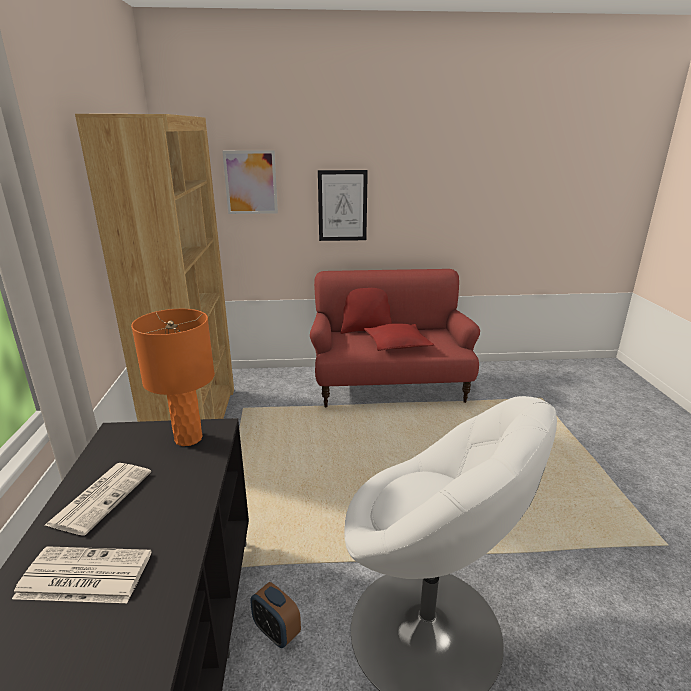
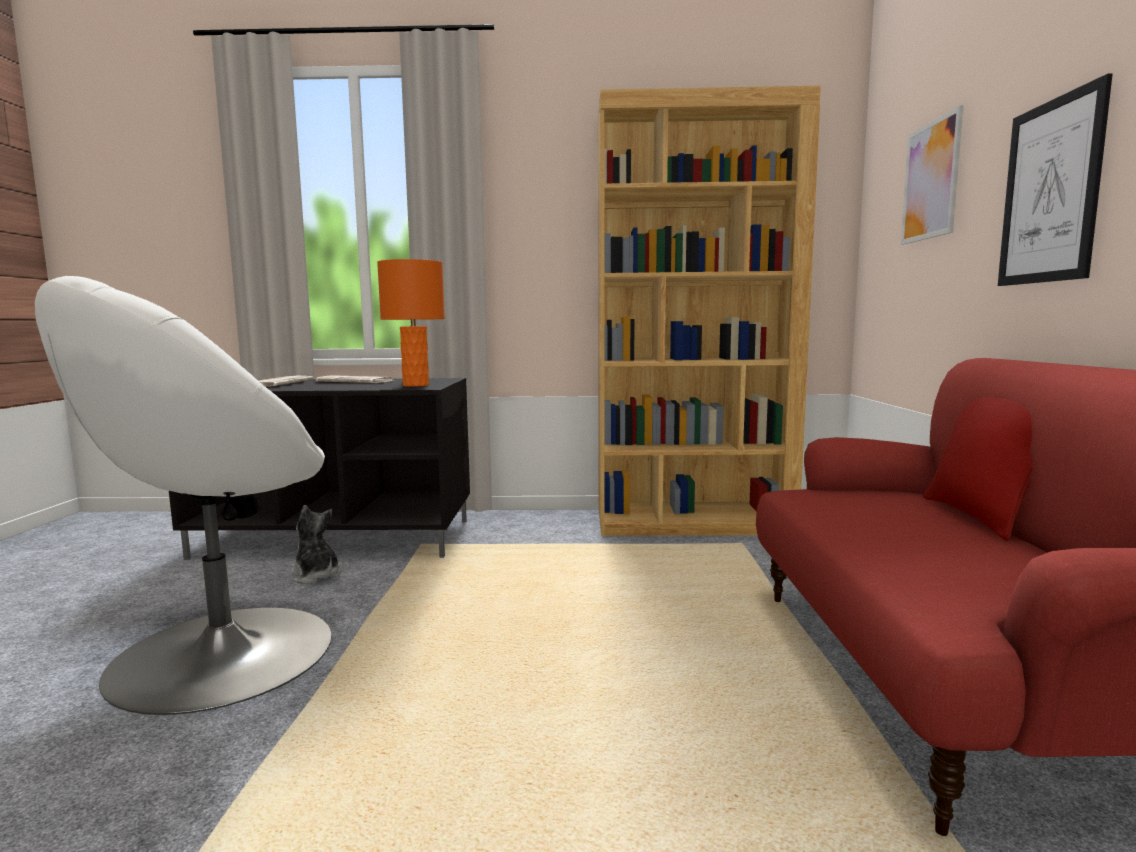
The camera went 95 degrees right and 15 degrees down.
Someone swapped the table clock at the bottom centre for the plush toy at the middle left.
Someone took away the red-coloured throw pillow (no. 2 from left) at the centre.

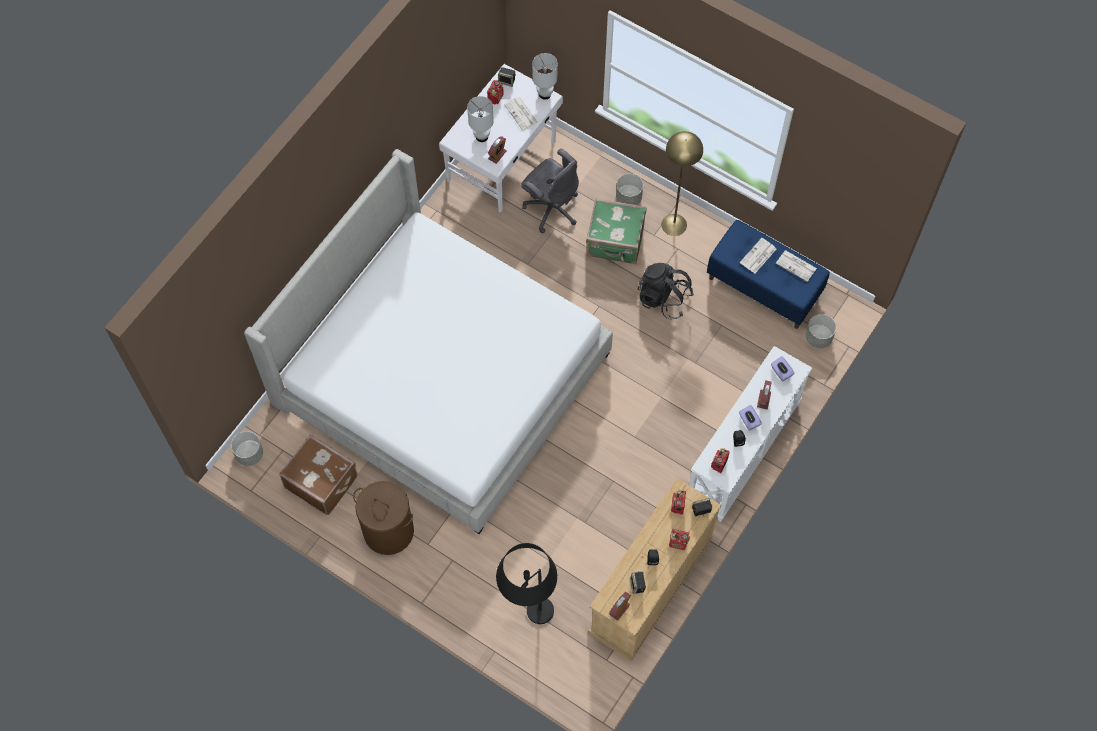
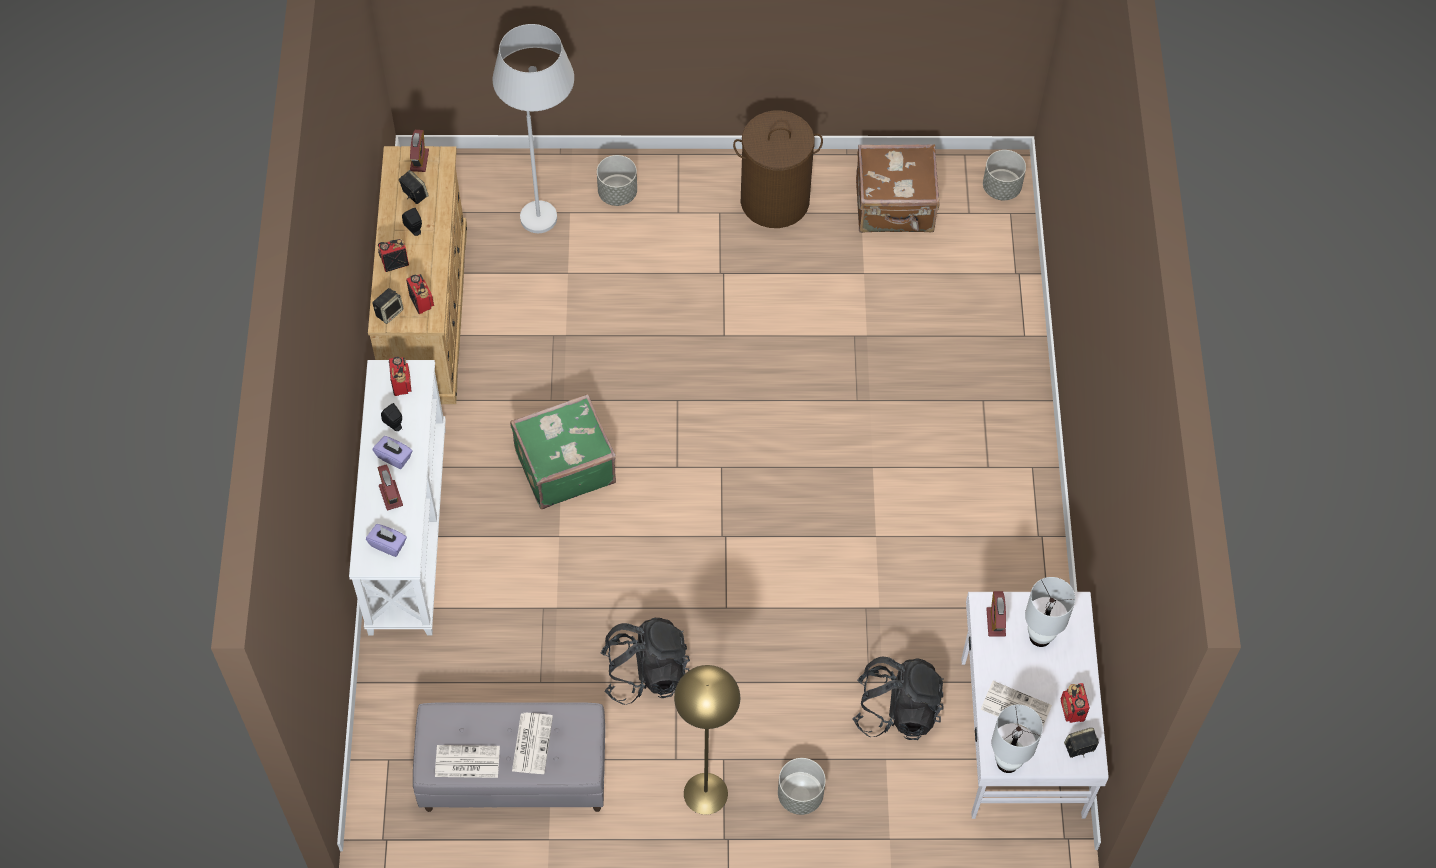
The camera went 145 degrees right and 5 degrees down.
Someone repainted the blue long seat at the middle right, which became the greyish long seat at the bottom centre.
Someone repainted the black-coloured standing lamp at the bottom centre, which became the white-coloured standing lamp at the top centre.
Someone carried the green piece of luggage from the top centre to the centre.
Someone carried the greyish flower pot (no. 3 from left in the first image) from the middle right to the top centre.
Someone swapped the greyish desk chair at the top centre for the black-coloured backpack (no. 2 from left) at the bottom centre.
Someone took away the bed at the centre.

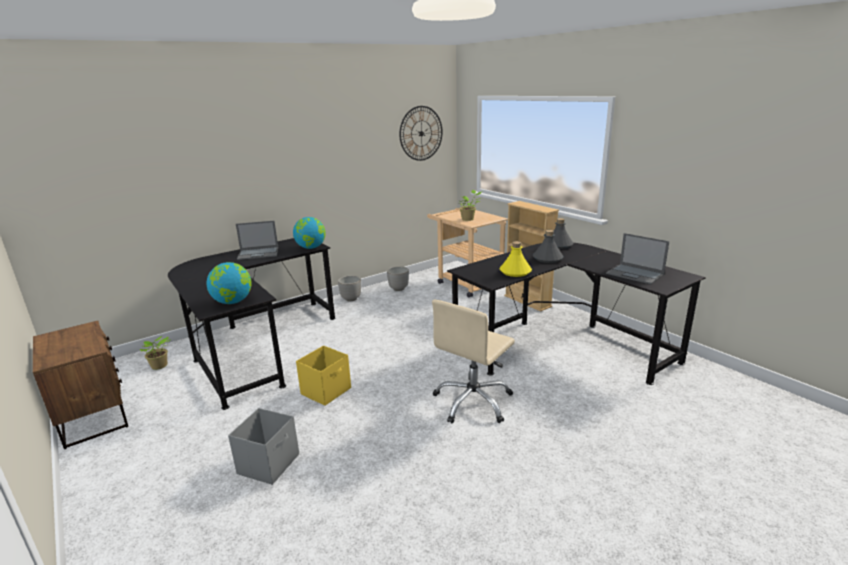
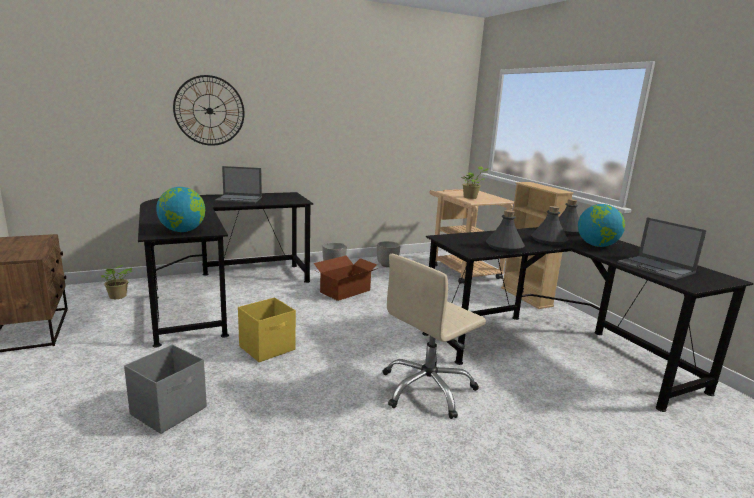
The camera went 10 degrees right and 5 degrees down.
Someone carried the wall clock from the top centre to the top left.
Someone put down the cardboard box at the centre.
Someone repainted the yellow beverage bottle at the centre, which became the greyish beverage bottle (no. 1 from left) at the middle right.
Someone carried the desk globe (no. 2 from left) from the centre to the middle right.

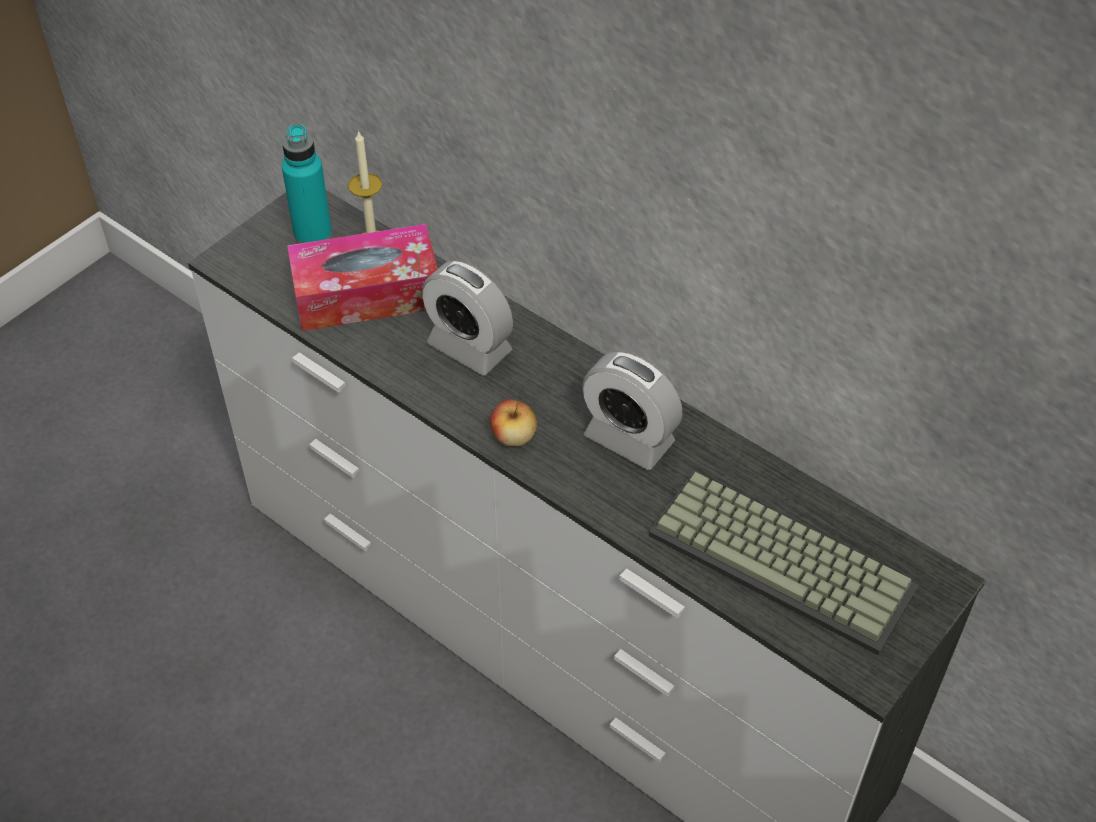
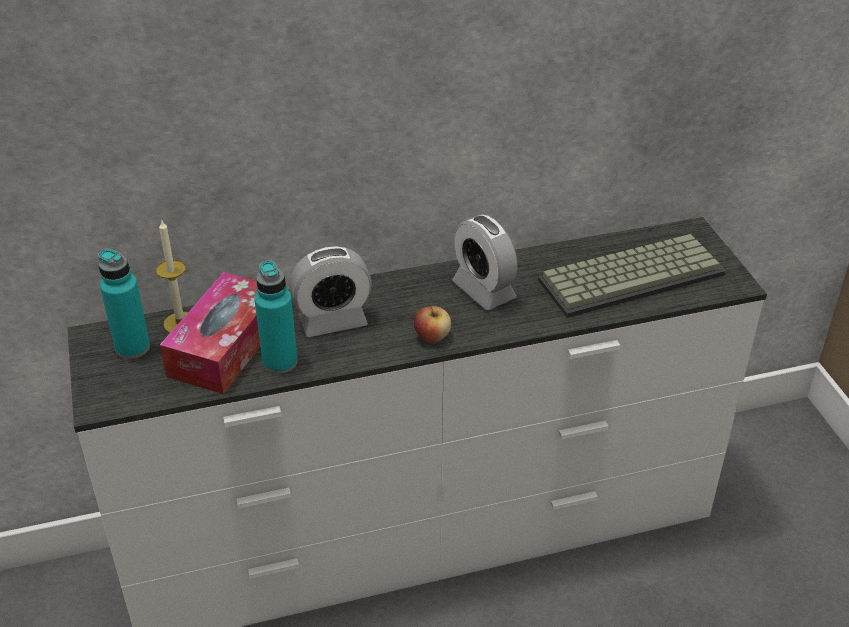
The camera went 55 degrees left and 10 degrees down.
Someone put down the turquoise-coloured beverage bottle (no. 2 from left) at the middle left.
Someone rotated the table clock (no. 2 from left) at the centre by 75 degrees clockwise.

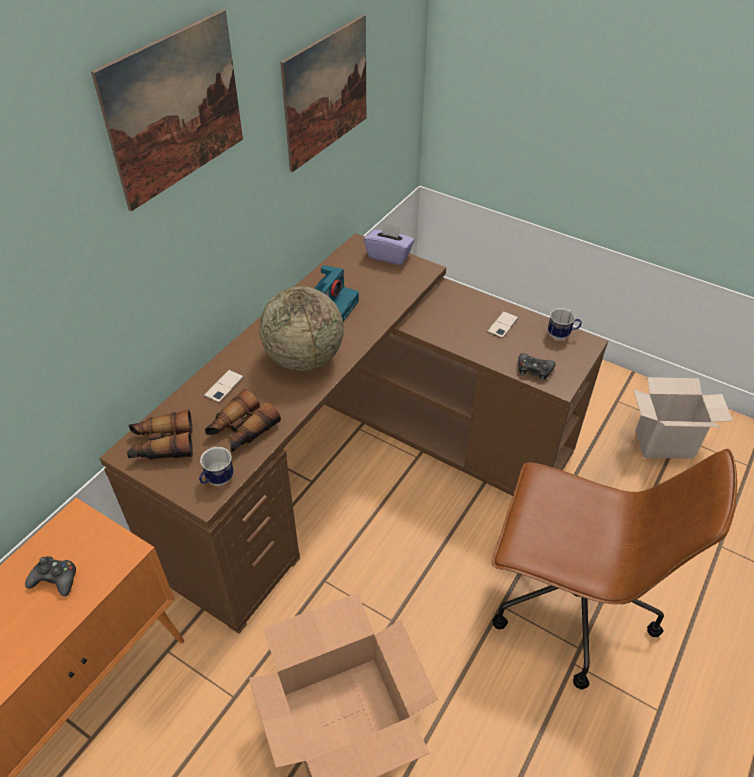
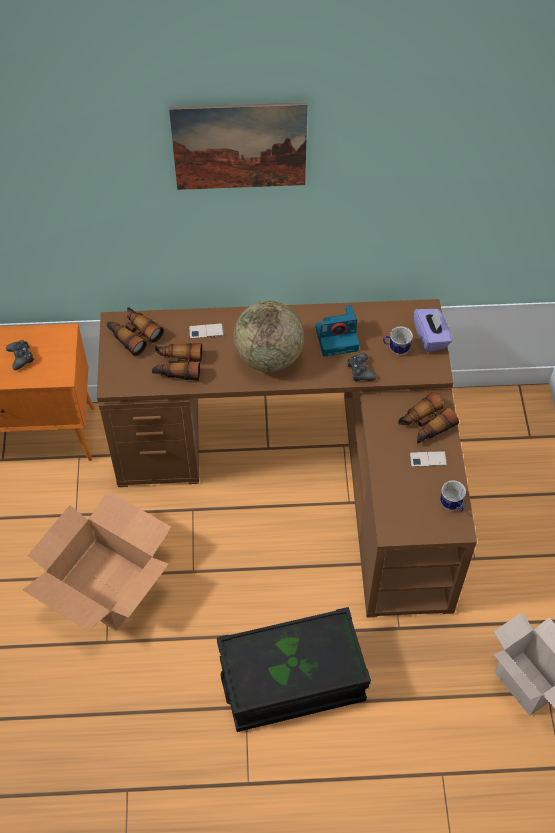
The camera went 55 degrees right and 10 degrees up.
Someone swapped the brown desk chair at the bottom right for the black-coloured storage container at the bottom centre.
Someone carried the black-coloured joypad (no. 2 from left) from the middle right to the centre.
Someone carried the mug (no. 1 from left) from the middle left to the middle right.
Someone put down the field glasses (no. 3 from left) at the middle right.
Someone took away the wall art (no. 2 from left) at the top centre.

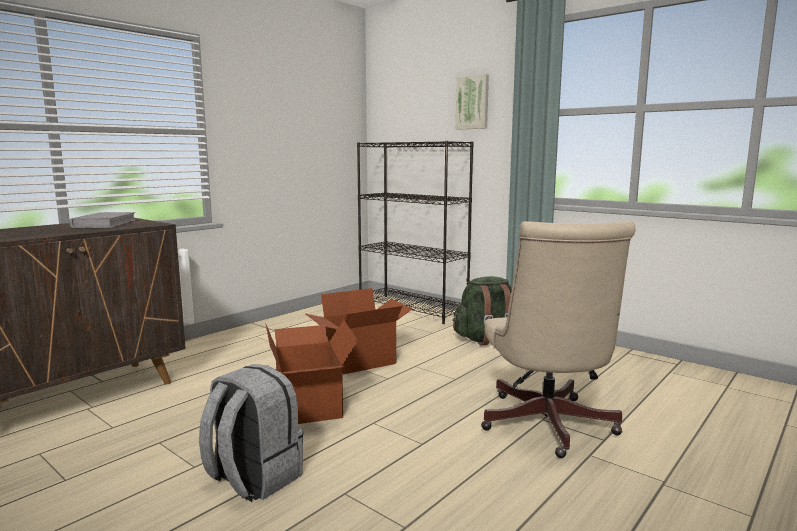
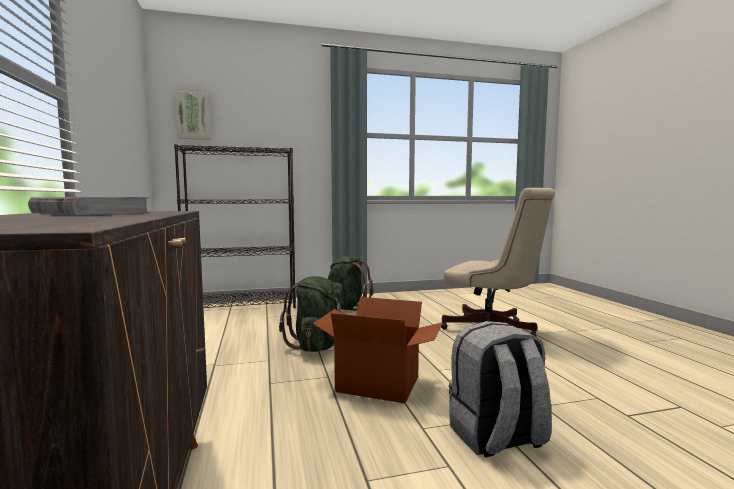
The camera went 55 degrees left and 5 degrees down.
Someone carried the wall art from the top centre to the top left.
Someone swapped the cardboard box (no. 2 from left) at the centre for the green backpack (no. 1 from left) at the centre.

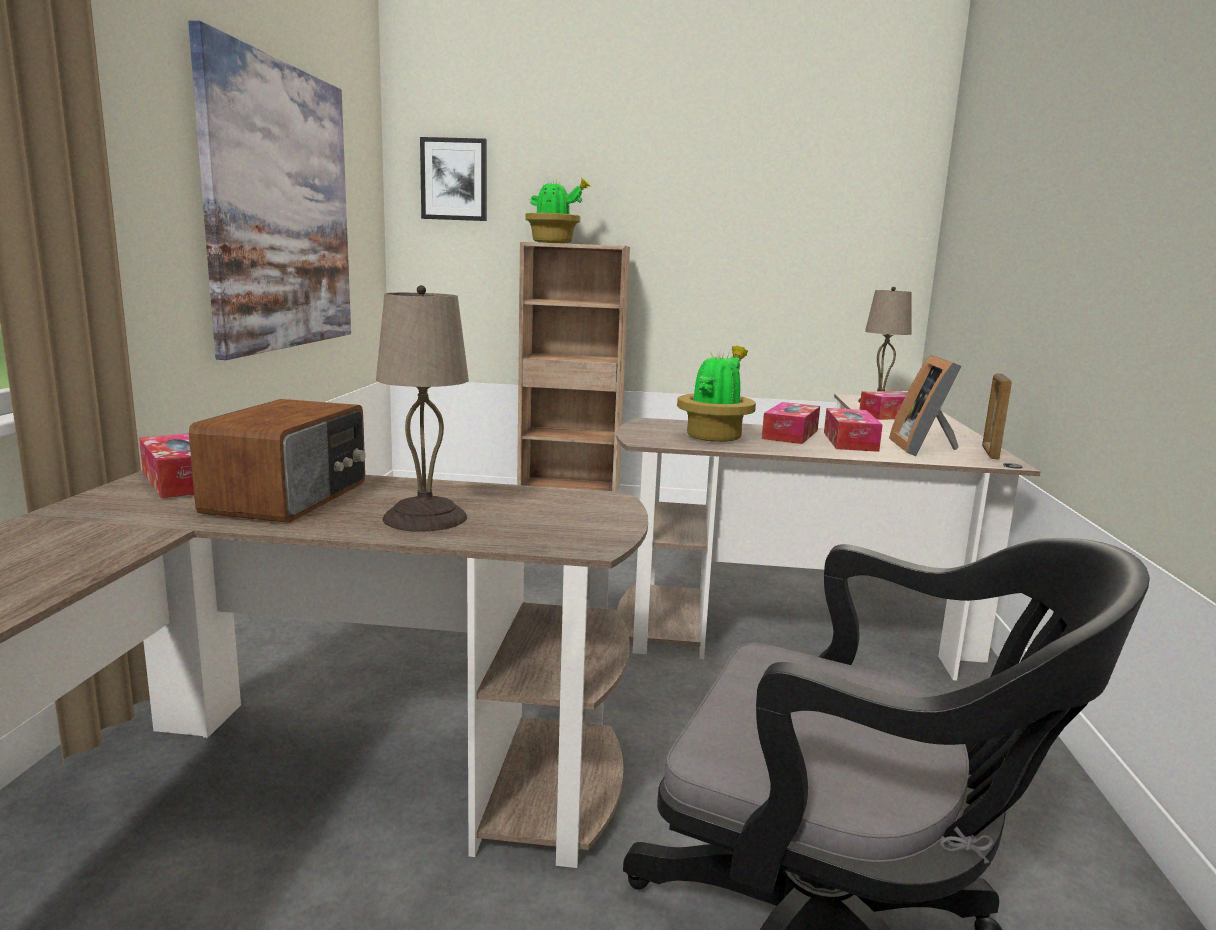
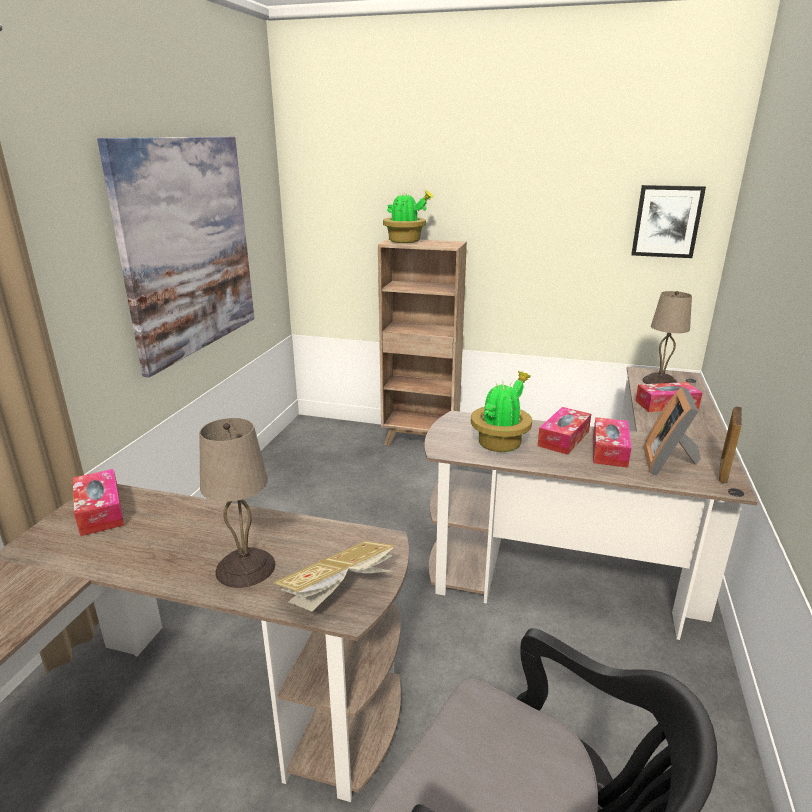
The camera went 10 degrees right and 10 degrees up.
Someone put down the volume at the bottom centre.
Someone carried the wall art (no. 2 from left) from the top centre to the top right.
Someone took away the radio at the middle left.

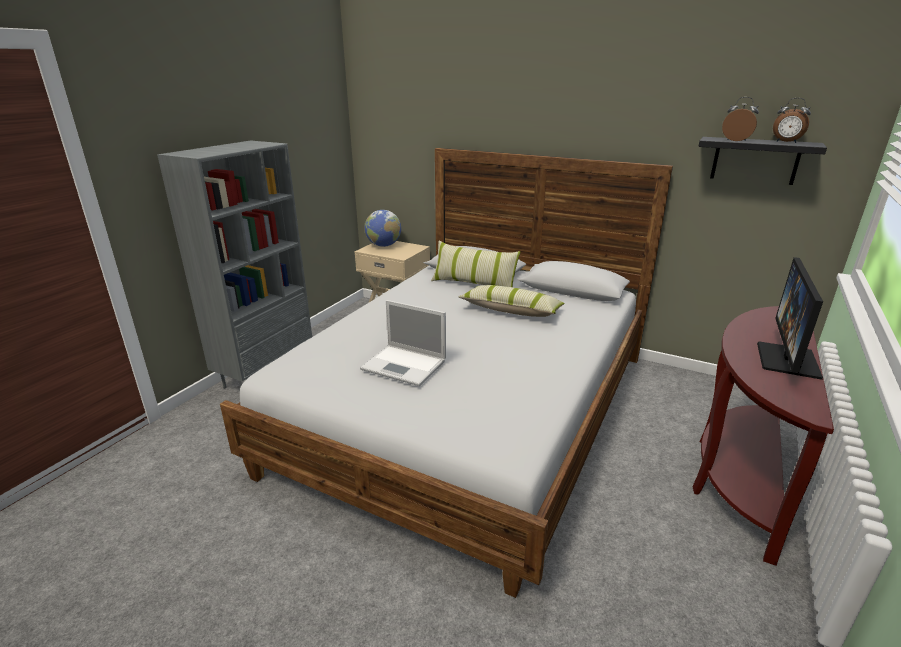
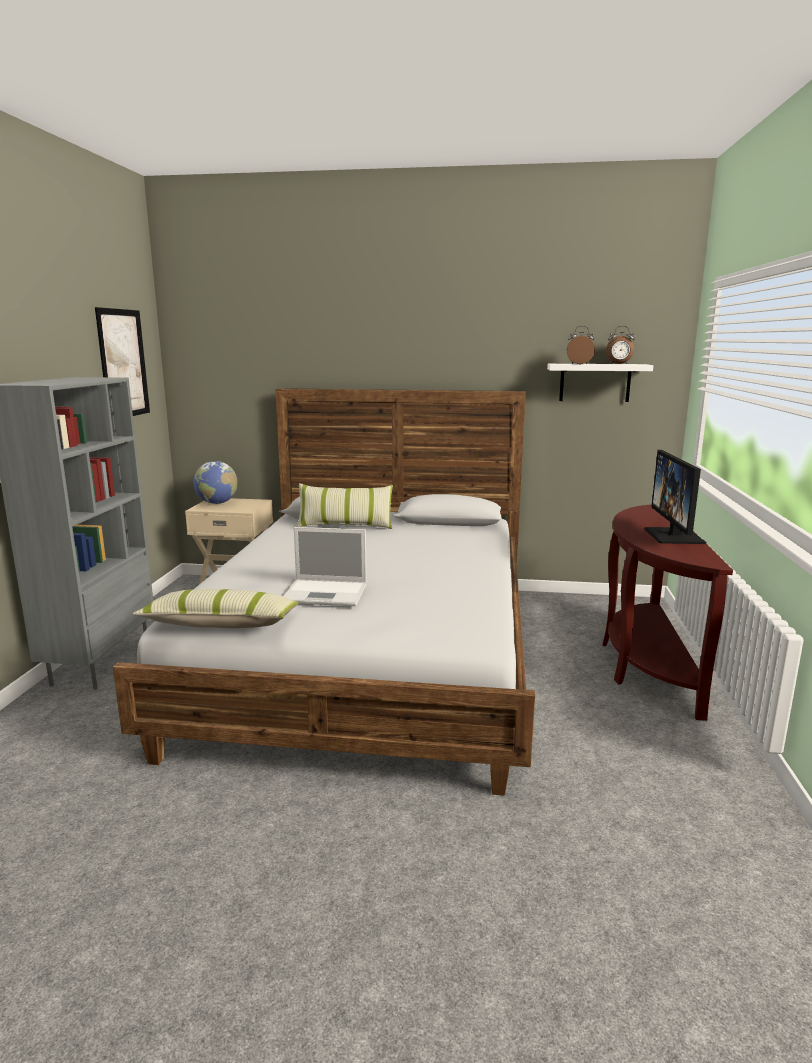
The camera went 20 degrees left and 10 degrees down.
Someone put up the wall art at the middle left.
Someone carried the throw pillow (no. 2 from left in the first image) from the centre to the middle left.
Someone repainted the black-coloured bracket shelf at the top right, which became the white-coloured bracket shelf at the middle right.

